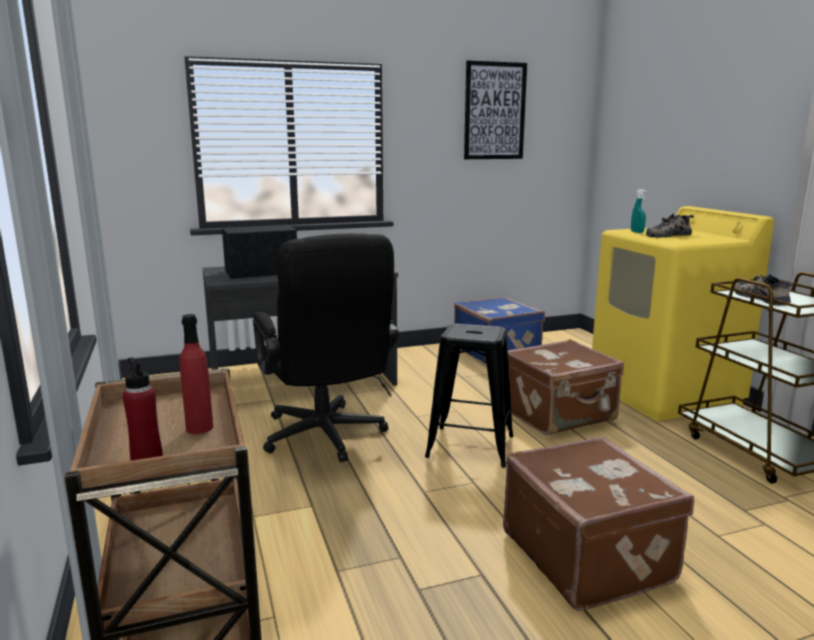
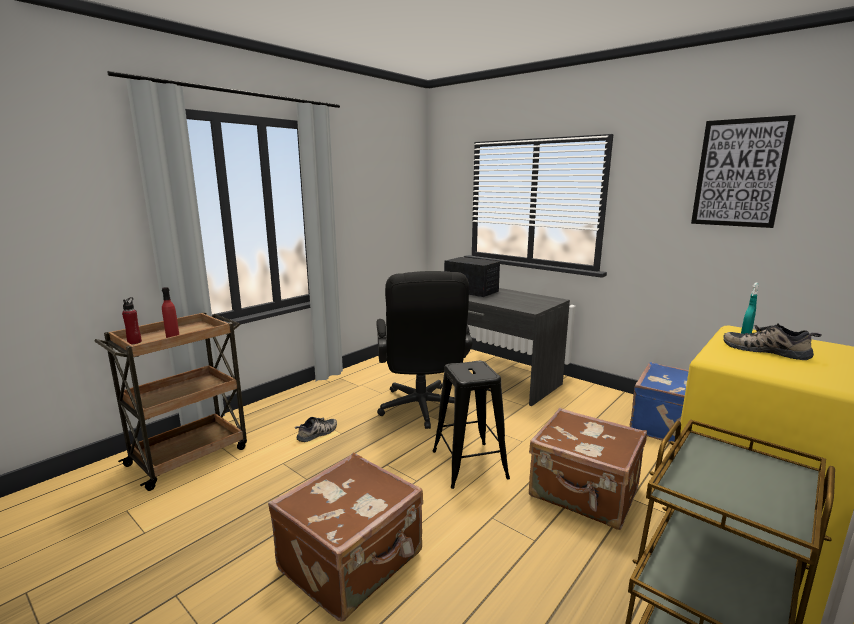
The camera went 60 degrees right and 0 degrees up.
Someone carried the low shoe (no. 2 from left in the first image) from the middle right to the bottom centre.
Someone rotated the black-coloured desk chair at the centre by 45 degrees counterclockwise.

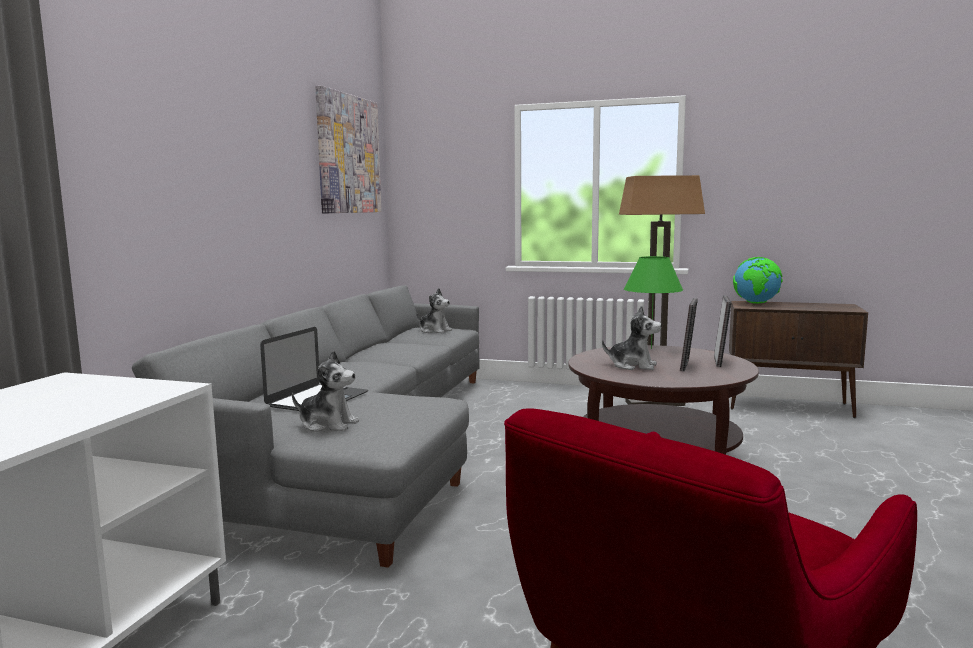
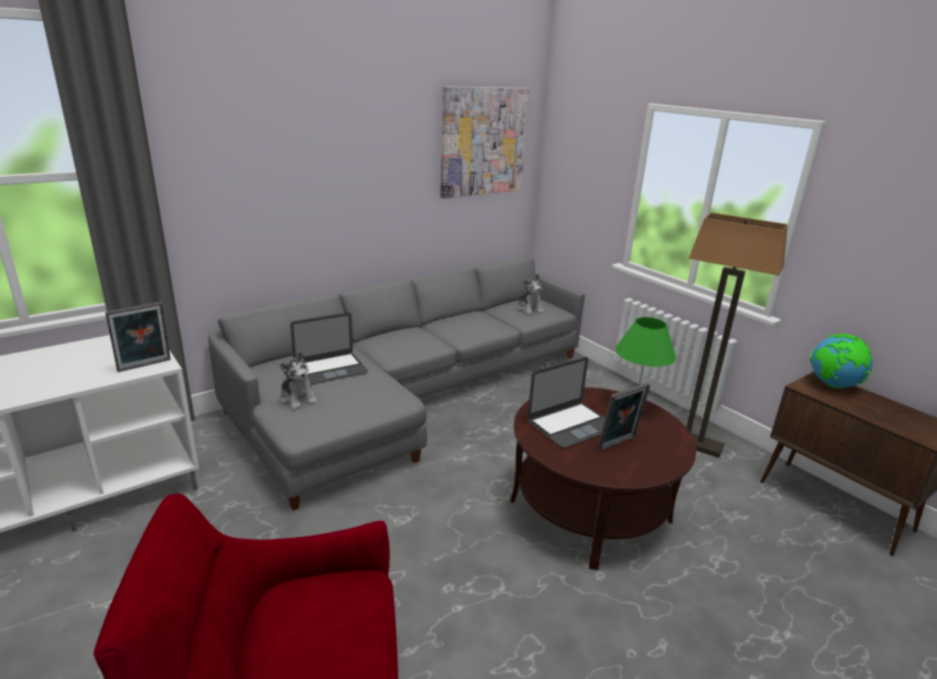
The camera went 35 degrees right and 15 degrees up.
Someone carried the photo frame (no. 2 from left in the first image) from the middle right to the middle left.
Someone swapped the plush toy (no. 3 from left) at the centre for the portable computer (no. 2 from left) at the centre.

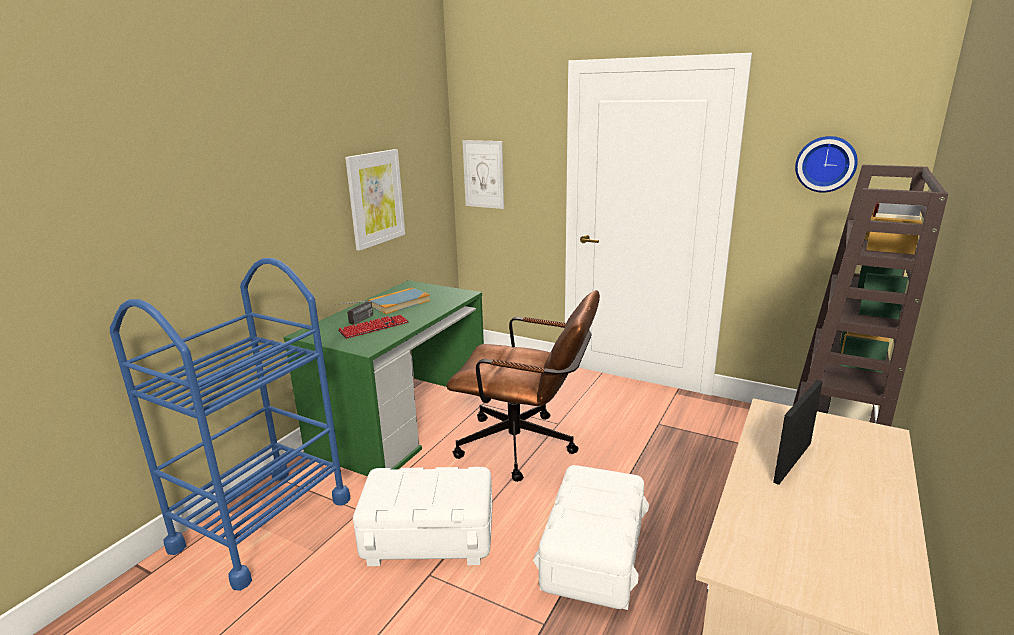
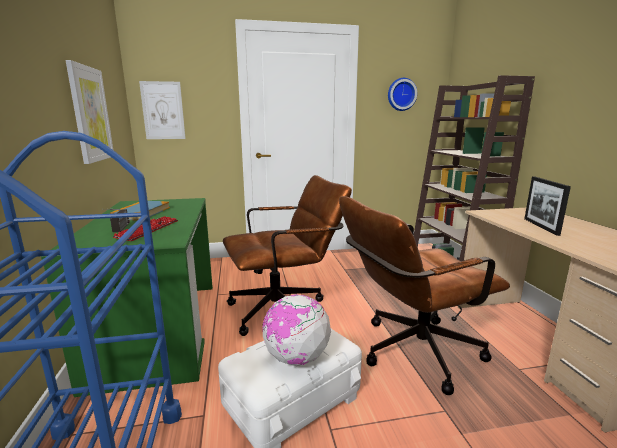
The camera went 40 degrees left and 5 degrees down.
Someone put down the desk globe at the bottom centre.
Someone swapped the white-coloured storage container (no. 2 from left) at the bottom centre for the brown desk chair (no. 2 from left) at the middle right.

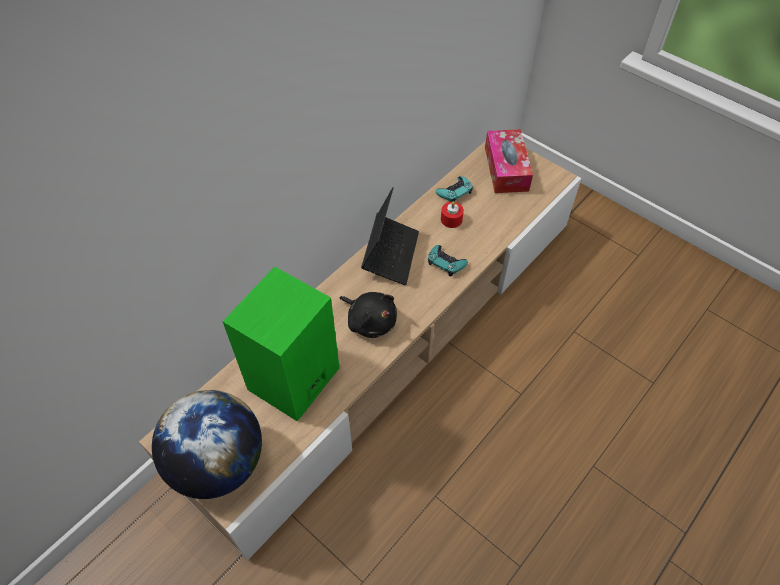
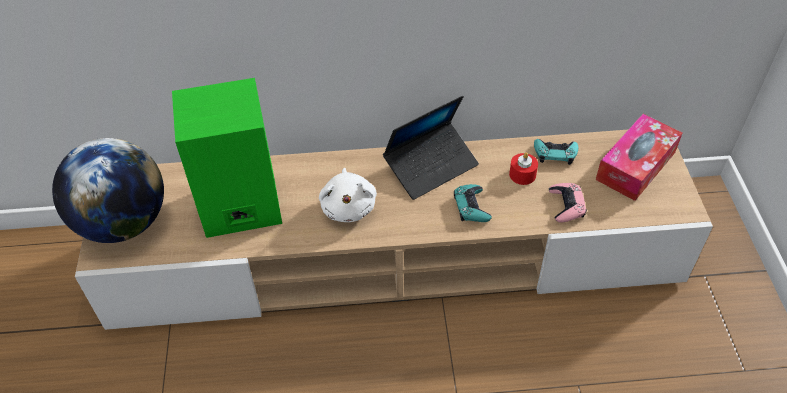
The camera went 45 degrees right and 5 degrees down.
Someone repainted the black-coloured plush toy at the centre, which became the white-coloured plush toy at the centre.
Someone put down the pink-coloured joypad at the middle right.

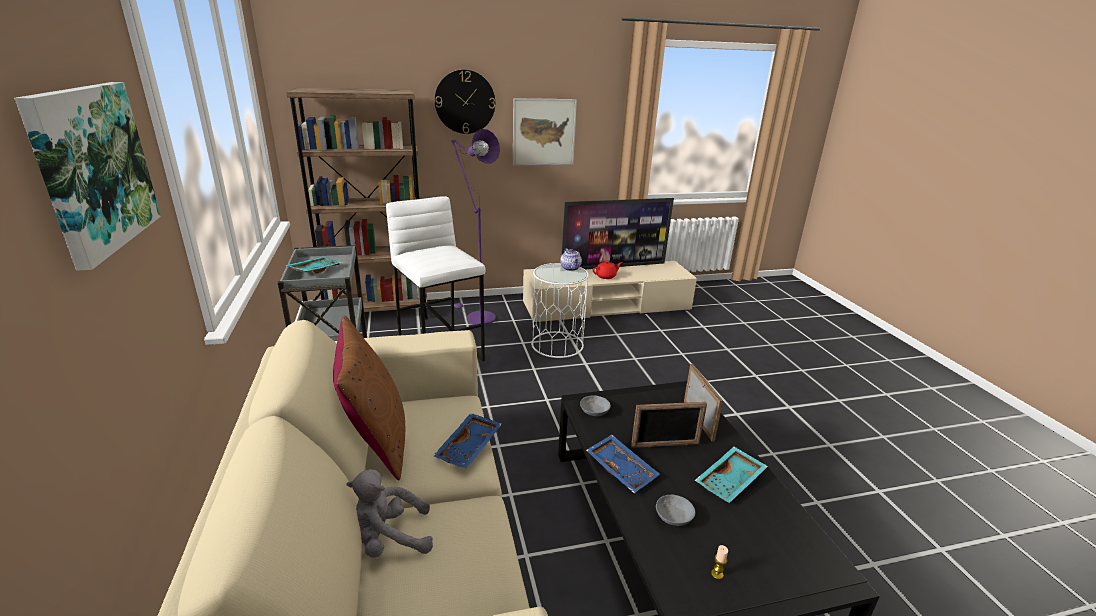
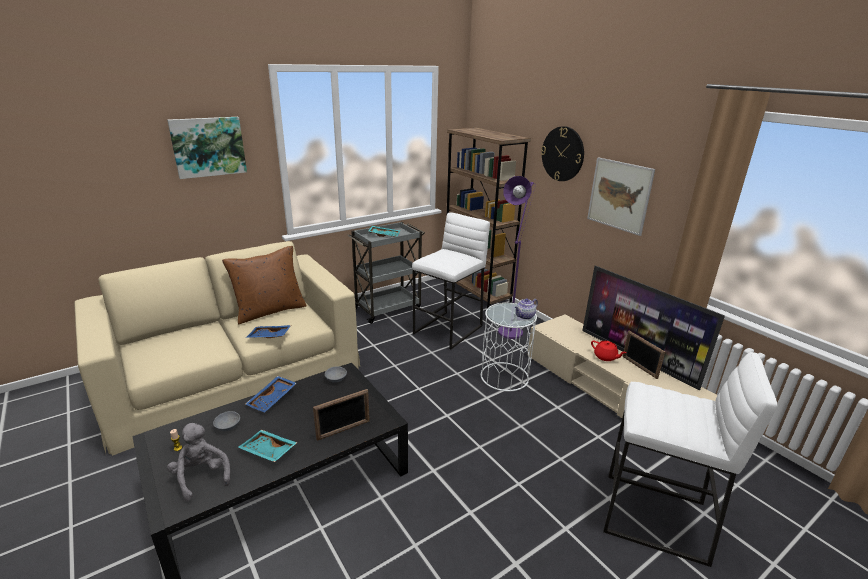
The camera went 70 degrees right and 0 degrees up.
Someone carried the greyish plush toy from the bottom centre to the bottom left.
Someone put down the white-coloured stool (no. 2 from left) at the bottom right.
Someone carried the photo frame (no. 1 from left in the first image) from the bottom centre to the middle right.

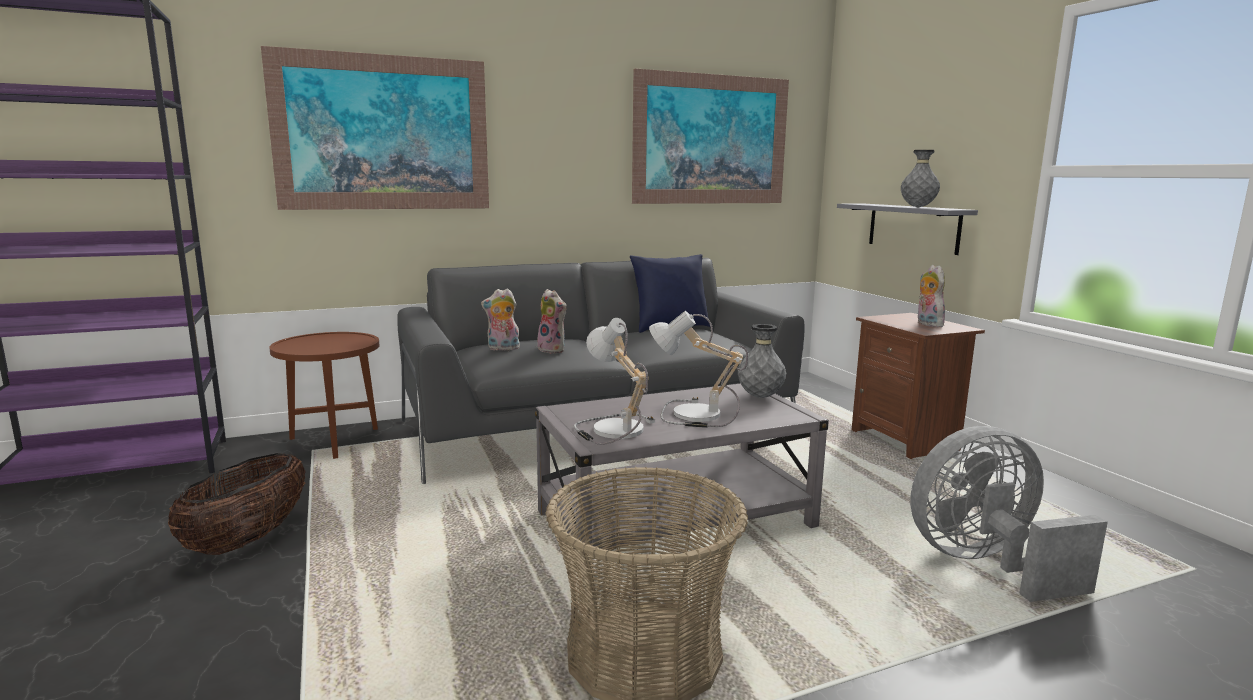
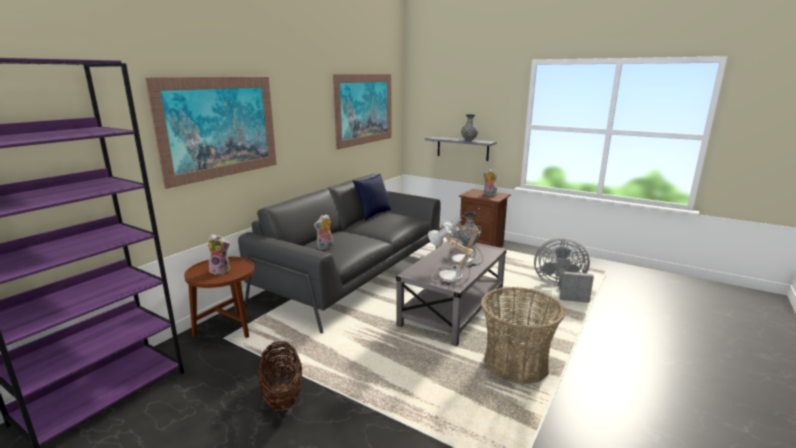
The camera went 35 degrees left and 5 degrees up.
Someone carried the plush toy (no. 2 from left in the first image) from the centre to the middle left.
Someone rotated the greyish cooling fan at the bottom right by 60 degrees clockwise.

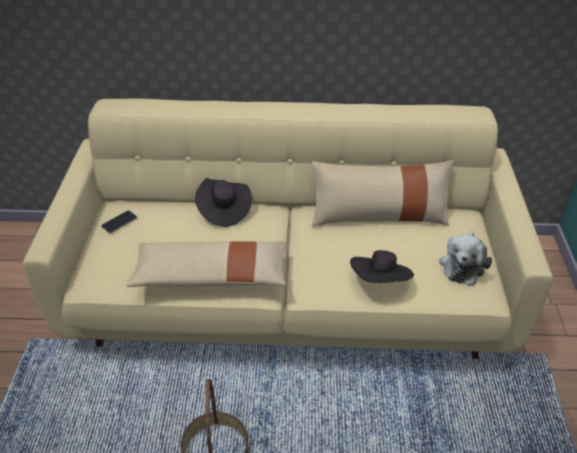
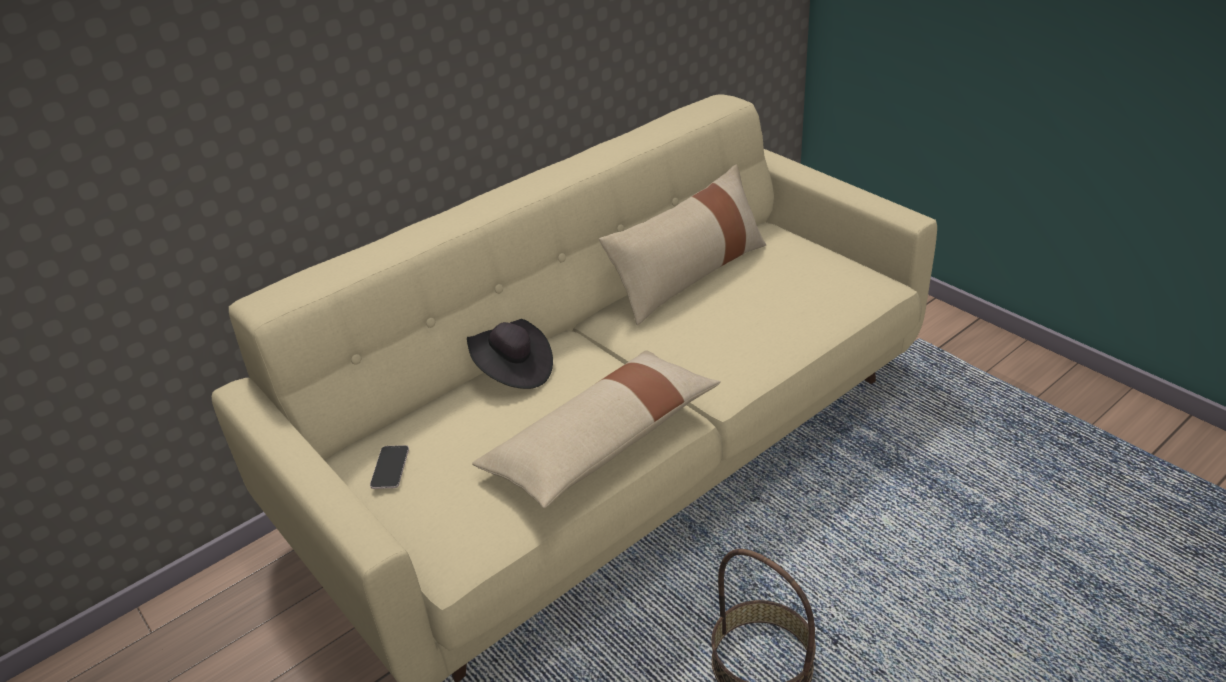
The camera went 40 degrees left and 5 degrees down.
Someone took away the black-coloured wearable hat (no. 2 from left) at the centre.
Someone took away the plush toy at the middle right.

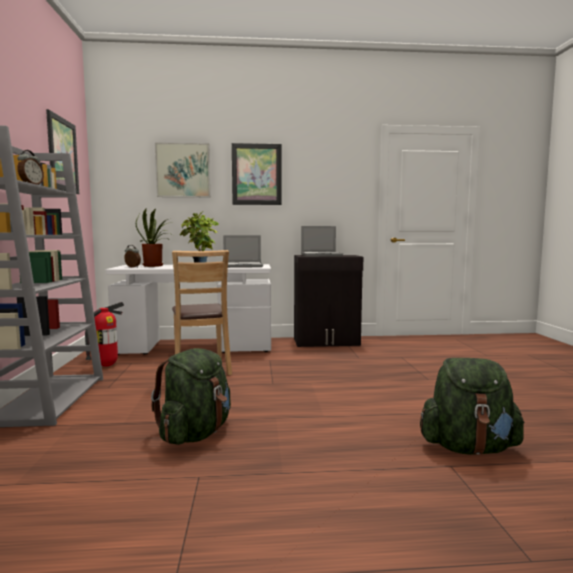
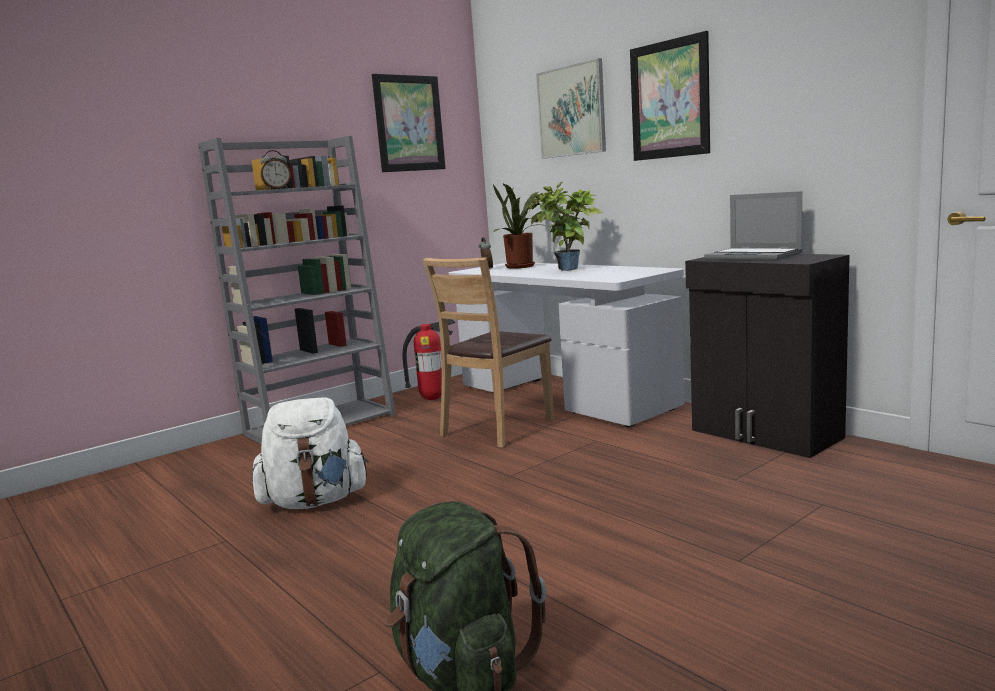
The camera went 55 degrees right and 5 degrees up.
Someone repainted the green backpack (no. 1 from left) at the bottom centre, which became the white-coloured backpack at the middle left.
Someone took away the portable computer (no. 1 from left) at the centre.

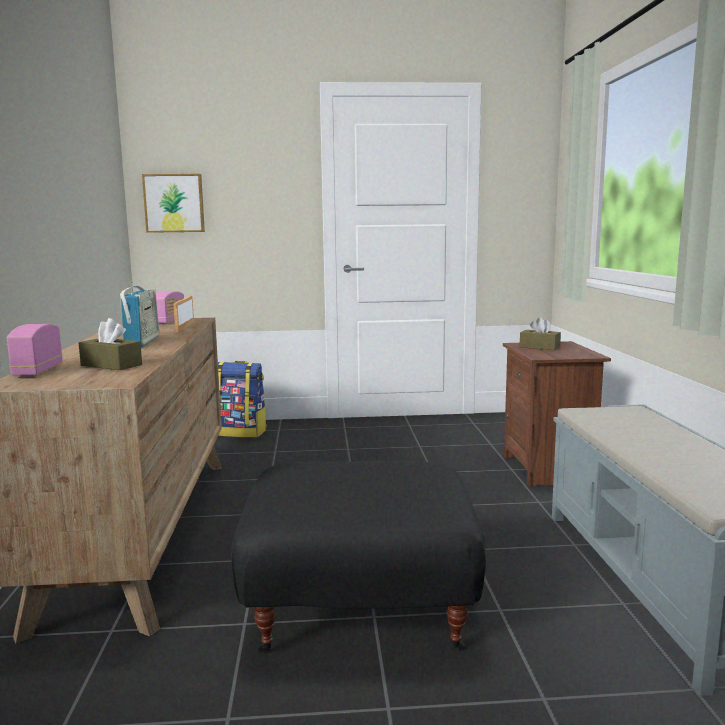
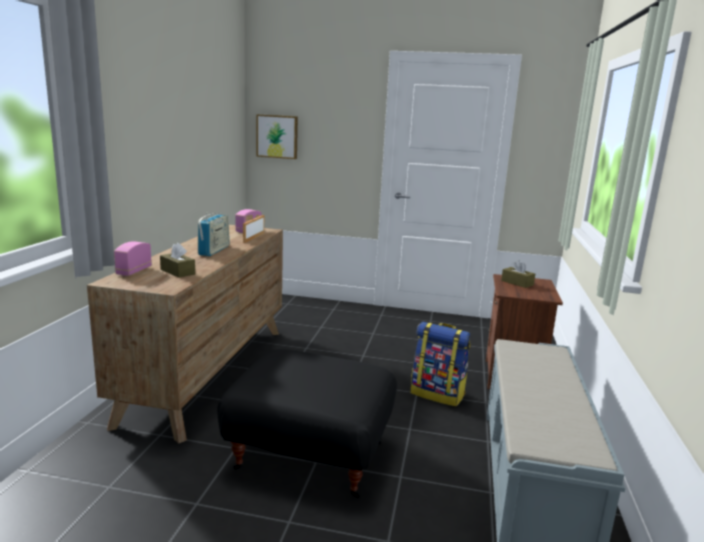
The camera went 15 degrees right and 5 degrees up.
Someone carried the backpack from the centre to the bottom centre.

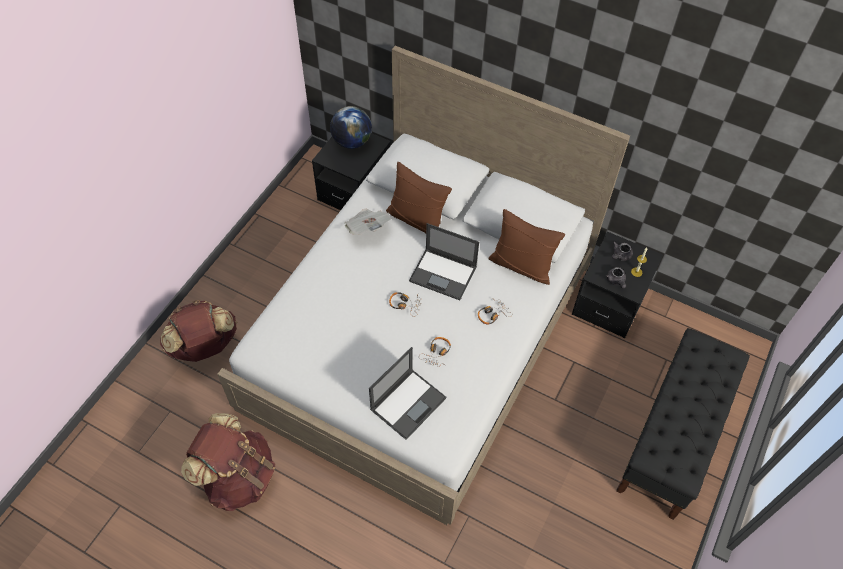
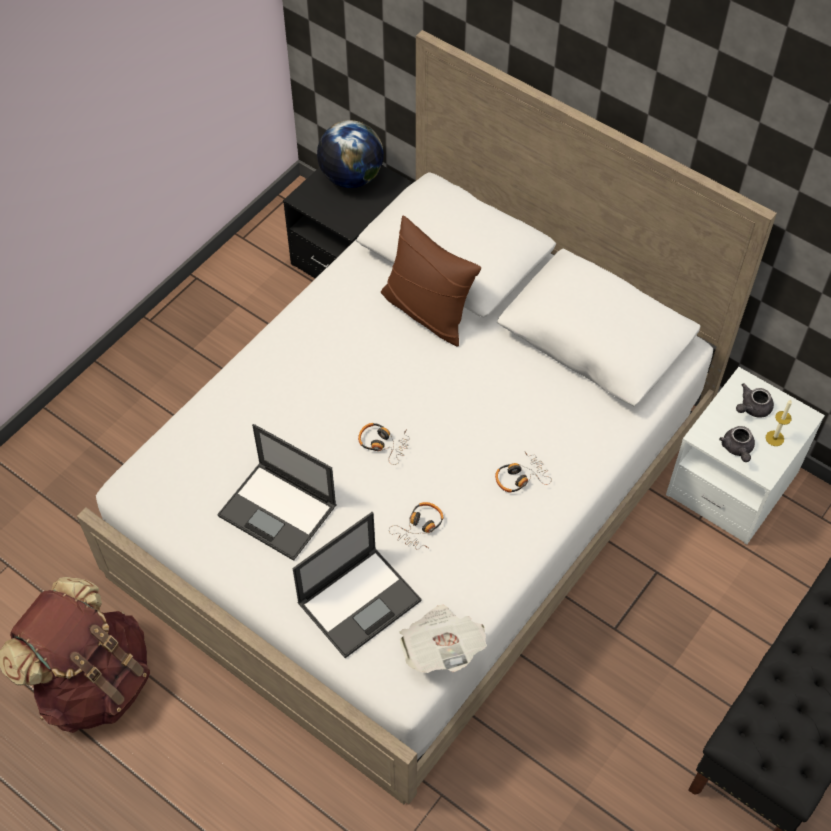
The camera went 10 degrees right and 0 degrees up.
Someone carried the portable computer (no. 2 from left in the first image) from the centre to the middle left.
Someone carried the printed paper from the centre to the bottom centre.
Someone repainted the black-coloured bedside table (no. 2 from left) at the middle right, which became the white-coloured bedside table at the middle right.
Someone took away the brown backpack (no. 1 from left) at the middle left.
Someone took away the brown throw pillow (no. 2 from left) at the centre.

